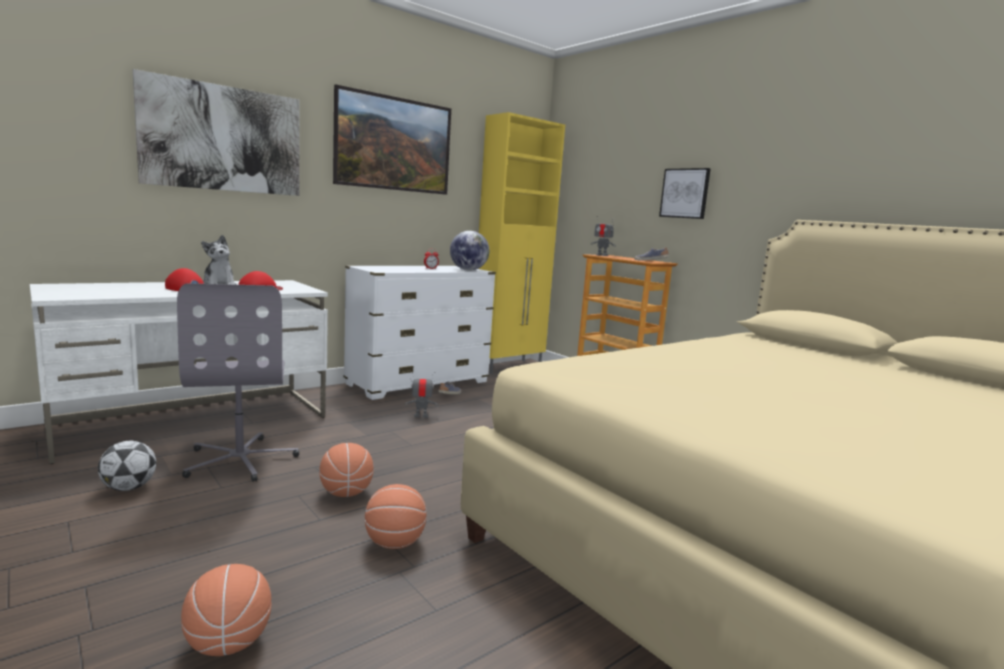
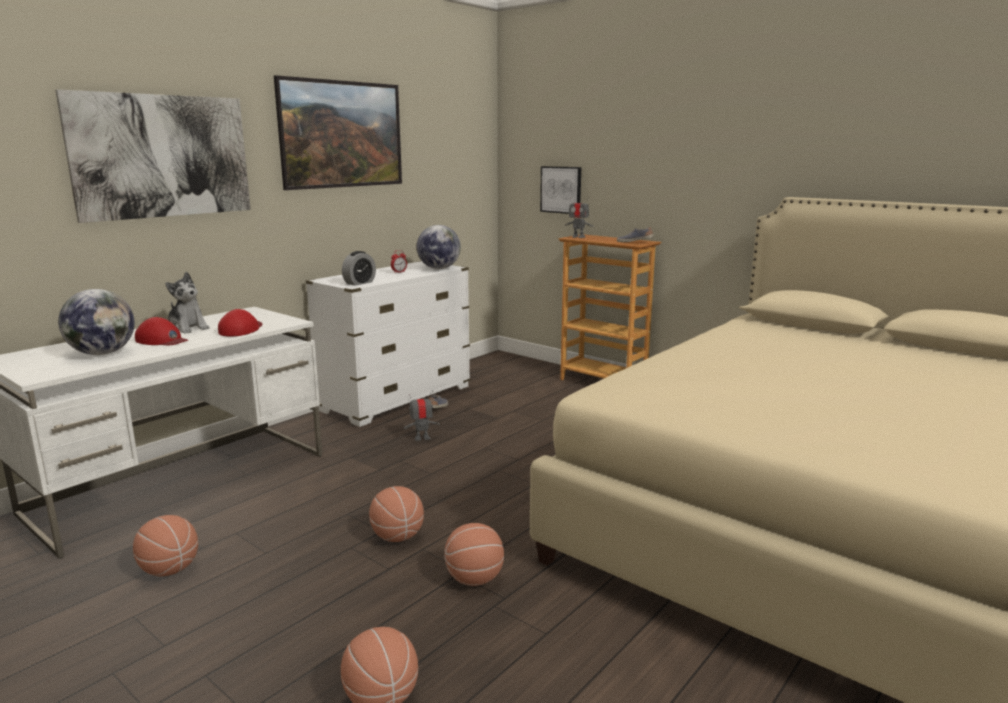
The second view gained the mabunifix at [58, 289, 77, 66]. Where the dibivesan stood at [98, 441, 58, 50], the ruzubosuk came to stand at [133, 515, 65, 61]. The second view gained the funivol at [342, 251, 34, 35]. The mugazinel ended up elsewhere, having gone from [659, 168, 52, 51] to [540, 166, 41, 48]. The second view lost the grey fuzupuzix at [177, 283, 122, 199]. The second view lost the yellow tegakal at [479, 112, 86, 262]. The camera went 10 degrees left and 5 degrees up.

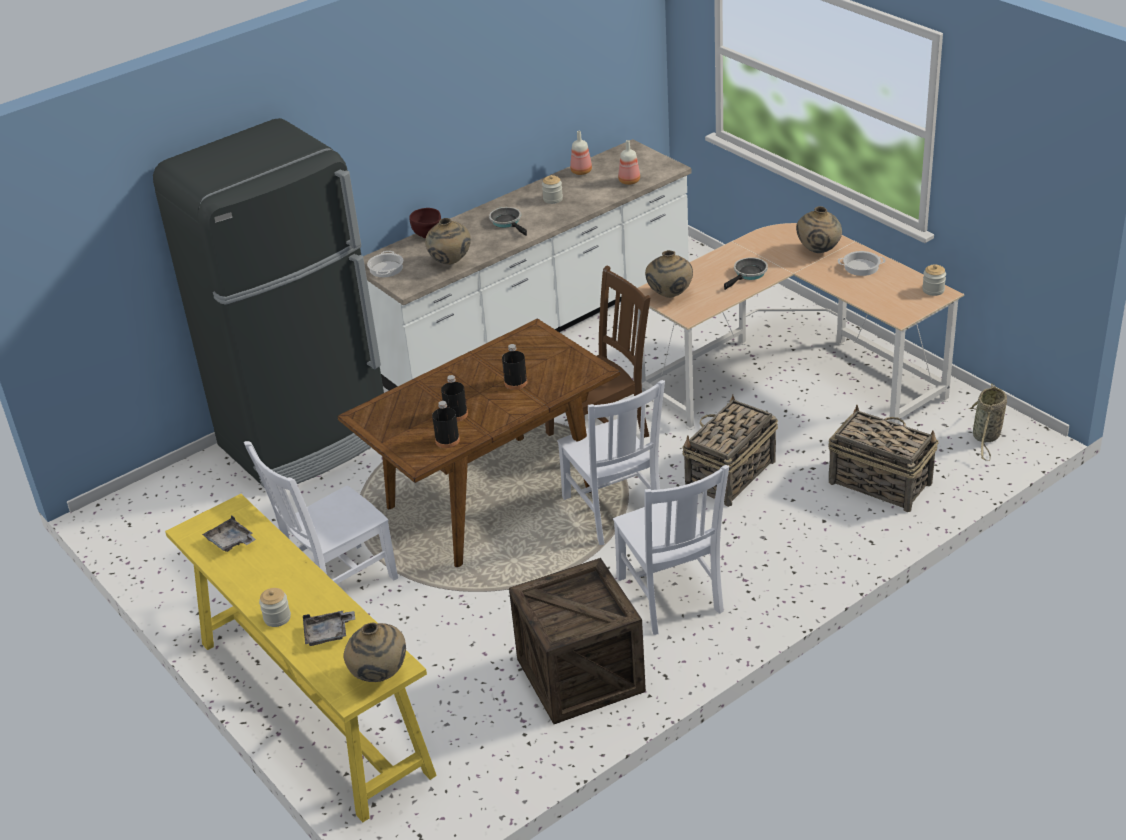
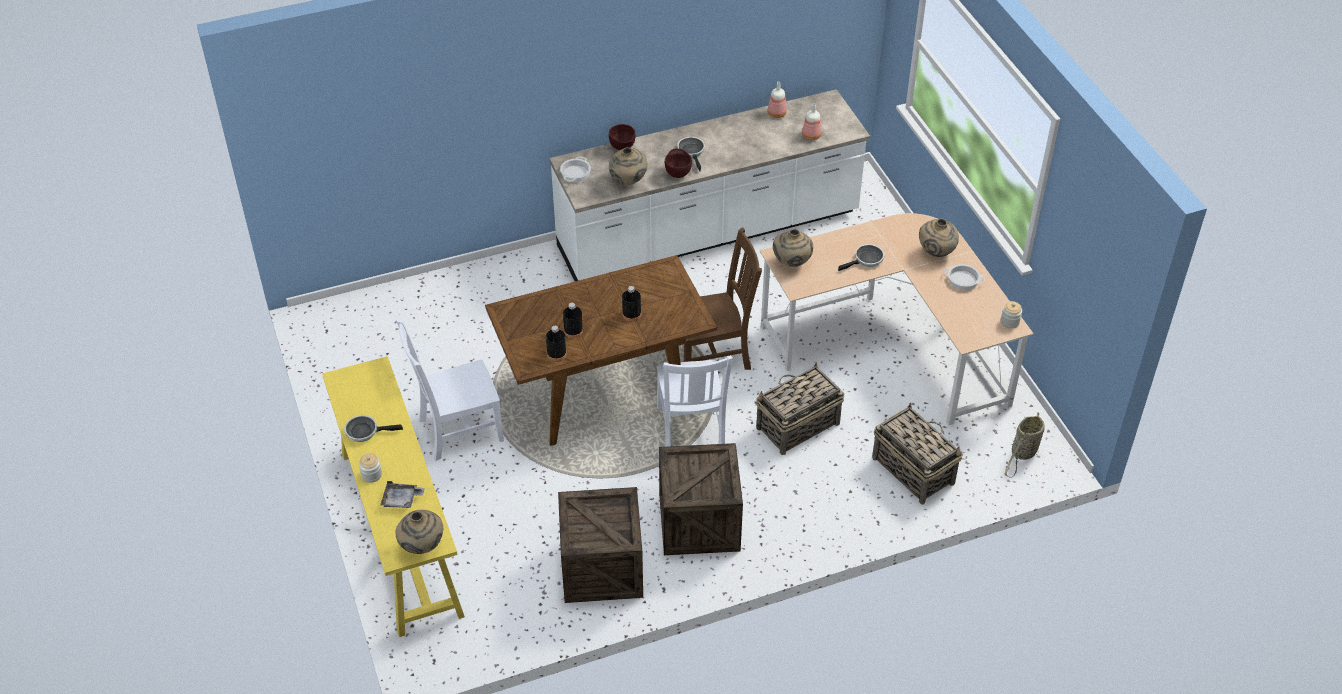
The second view gained the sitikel at [344, 415, 59, 27]. Where the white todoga stood at [613, 465, 116, 170], the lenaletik came to stand at [659, 443, 84, 112]. The second view gained the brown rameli at [665, 148, 27, 30]. The second view lost the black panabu at [153, 118, 231, 369]. The second view lost the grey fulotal at [202, 515, 54, 37]. The second view lost the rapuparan at [542, 175, 21, 29]. The camera went 15 degrees right and 10 degrees up.

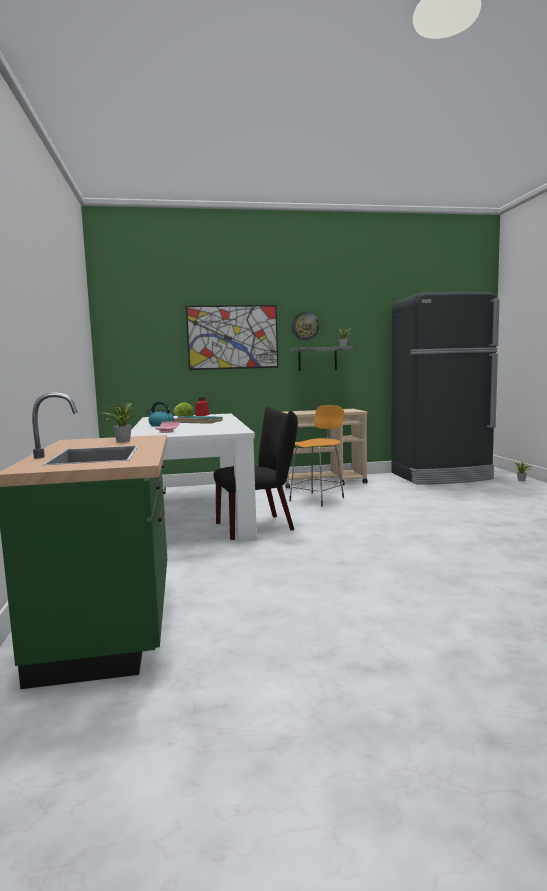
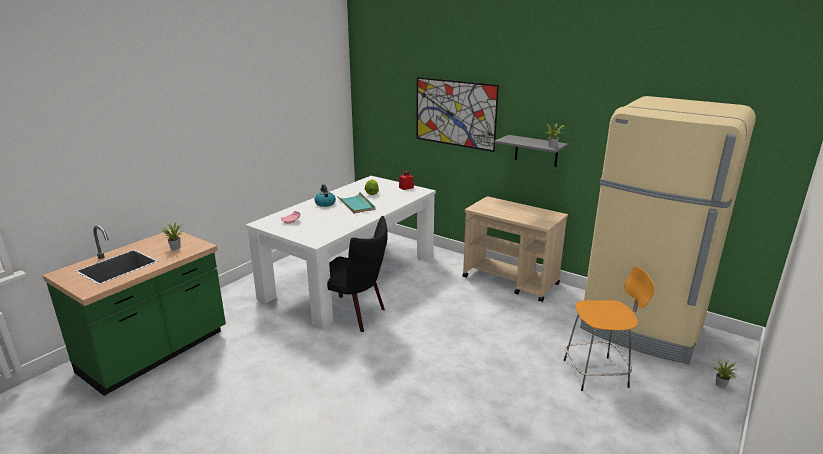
The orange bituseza ended up elsewhere, having gone from [289, 405, 55, 101] to [564, 267, 91, 124]. What was the black panabu at [391, 292, 109, 193] turned into the beige panabu at [580, 96, 176, 268]. The second view lost the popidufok at [292, 312, 27, 28]. The camera went 45 degrees right and 15 degrees up.

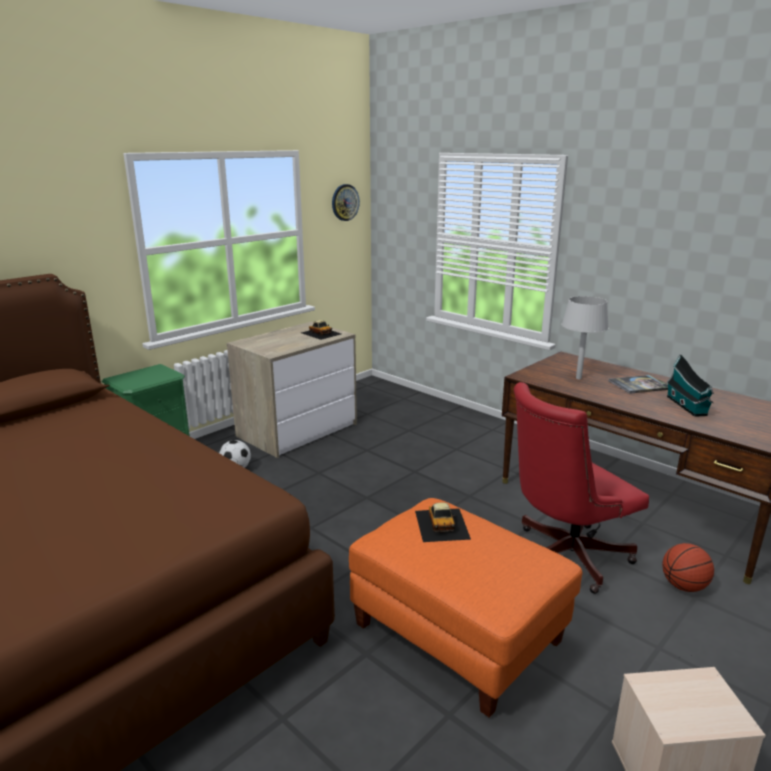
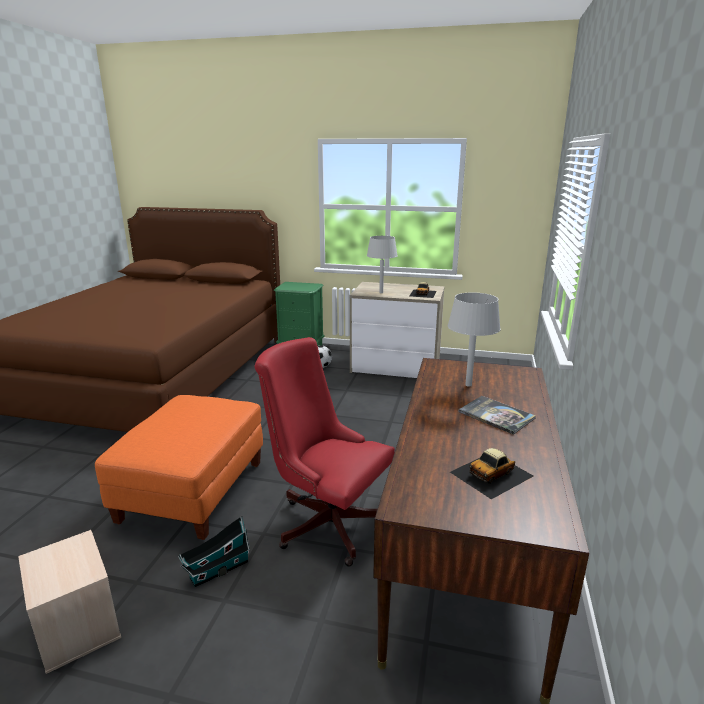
The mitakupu ended up elsewhere, having gone from [666, 354, 48, 63] to [178, 516, 72, 71]. The second view gained the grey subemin at [367, 236, 31, 57]. The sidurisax ended up elsewhere, having gone from [415, 503, 56, 39] to [450, 448, 84, 51]. The second view lost the popidufok at [332, 184, 28, 37]. The second view lost the ruzubosuk at [662, 543, 52, 49]. The camera went 60 degrees right and 0 degrees up.

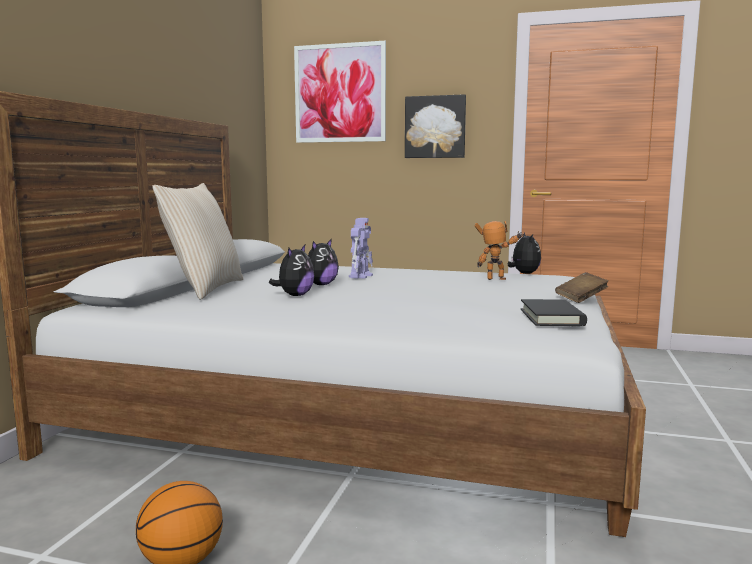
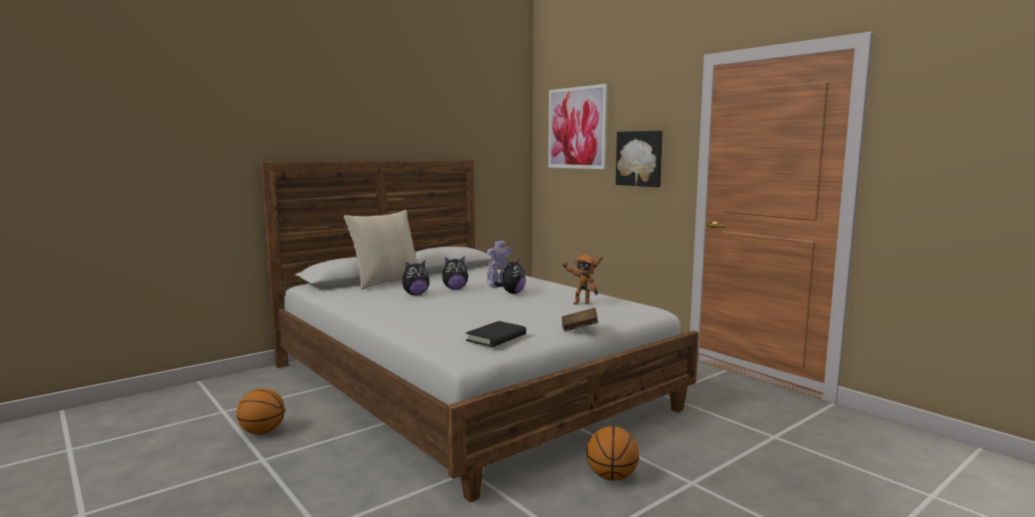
The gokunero ended up elsewhere, having gone from [508, 232, 33, 42] to [495, 259, 31, 35]. The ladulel at [474, 221, 49, 59] ended up facing another way, 150 degrees clockwise from before. The second view gained the ruzubosuk at [587, 426, 52, 55]. The camera went 35 degrees right and 0 degrees up.

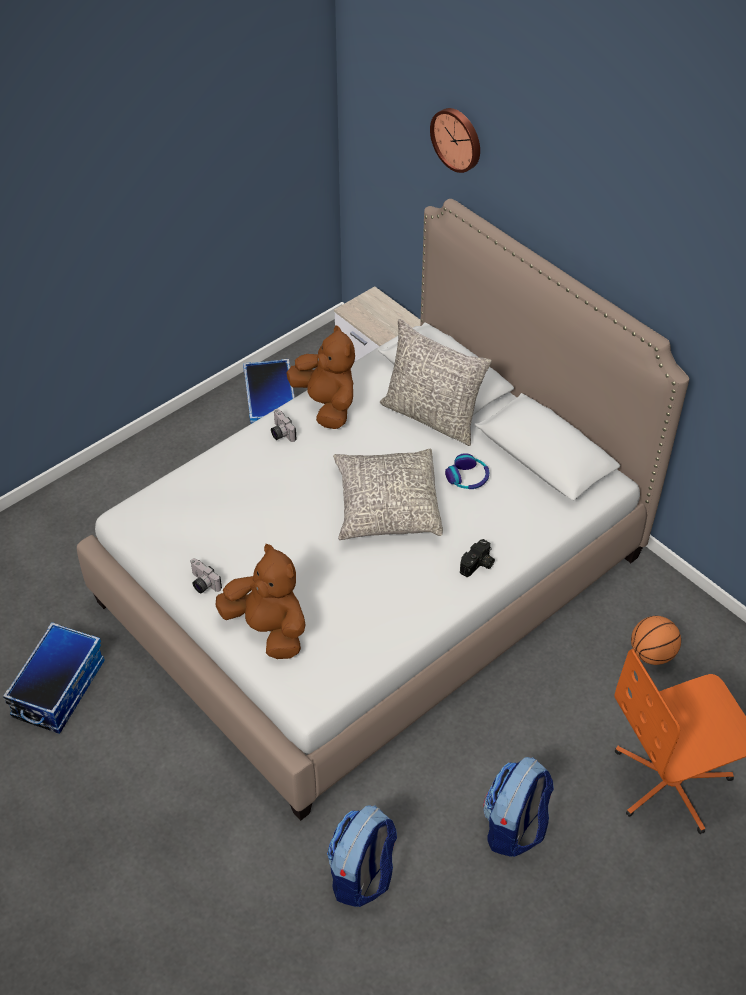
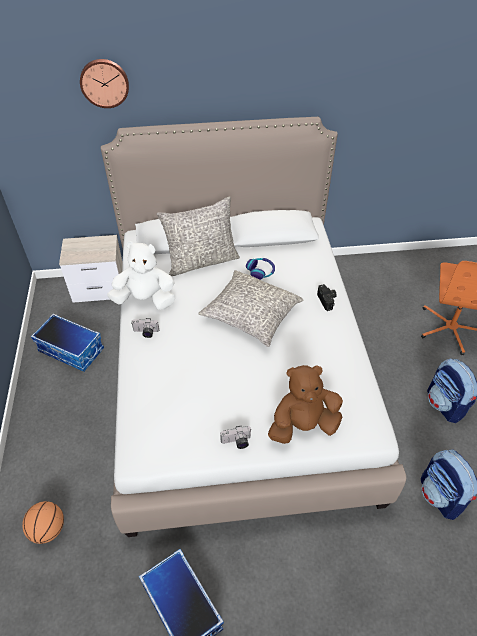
The ruzubosuk ended up elsewhere, having gone from [631, 616, 50, 49] to [22, 501, 42, 43]. What was the brown gokunero at [286, 325, 69, 104] turned into the white gokunero at [107, 241, 68, 69]. The camera went 55 degrees left and 0 degrees up.

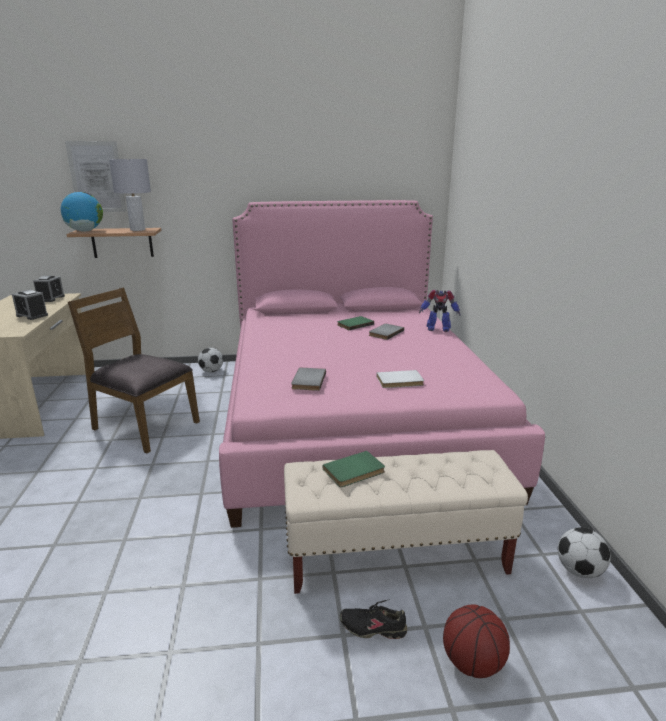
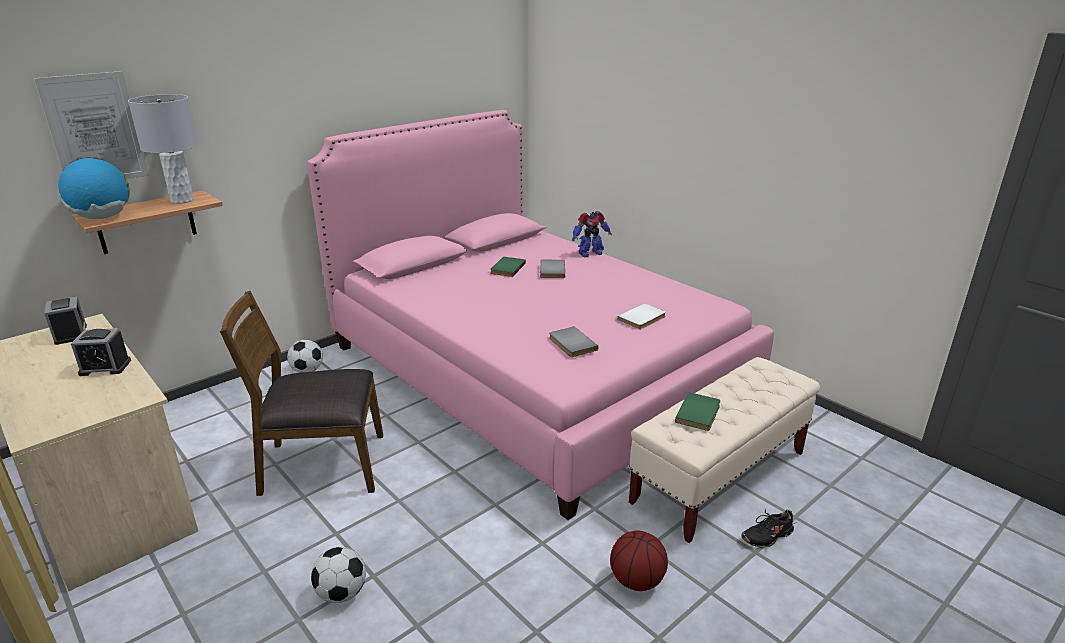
The dibivesan ended up elsewhere, having gone from [558, 527, 53, 51] to [311, 547, 55, 56]. The ruzubosuk ended up elsewhere, having gone from [443, 605, 67, 73] to [610, 531, 58, 60]. The camera went 35 degrees left and 5 degrees up.

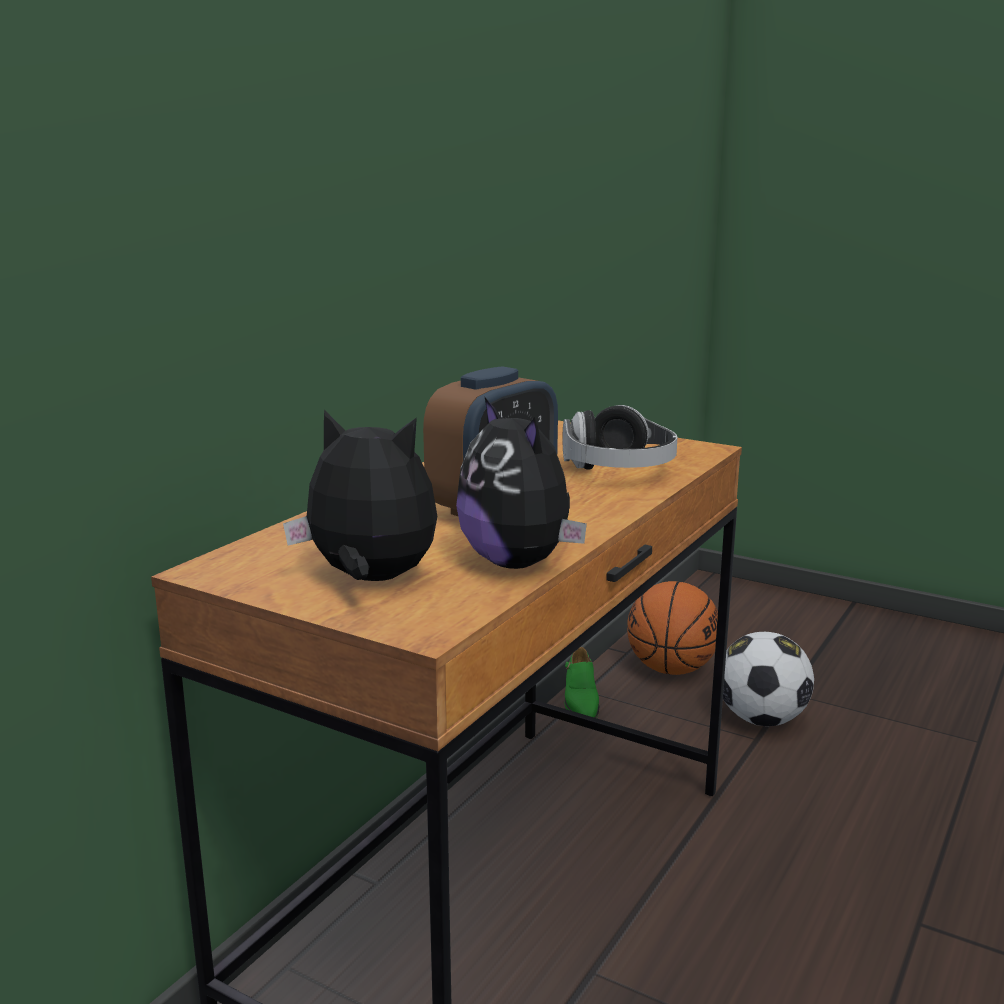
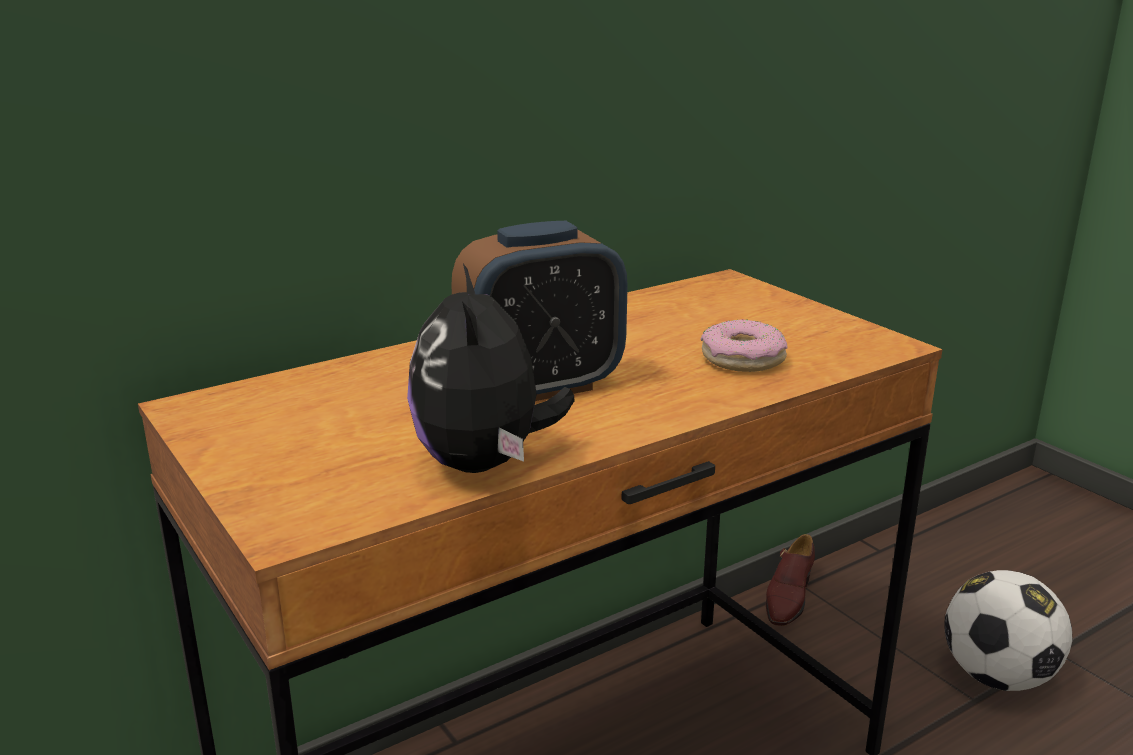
Where the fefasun stood at [563, 405, 114, 65], the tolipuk came to stand at [701, 319, 87, 53]. What was the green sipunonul at [565, 647, 34, 71] turned into the brown sipunonul at [766, 534, 49, 92]. The second view lost the gokunero at [283, 409, 154, 172]. The second view lost the ruzubosuk at [627, 581, 91, 94]. The camera went 25 degrees right and 5 degrees up.

